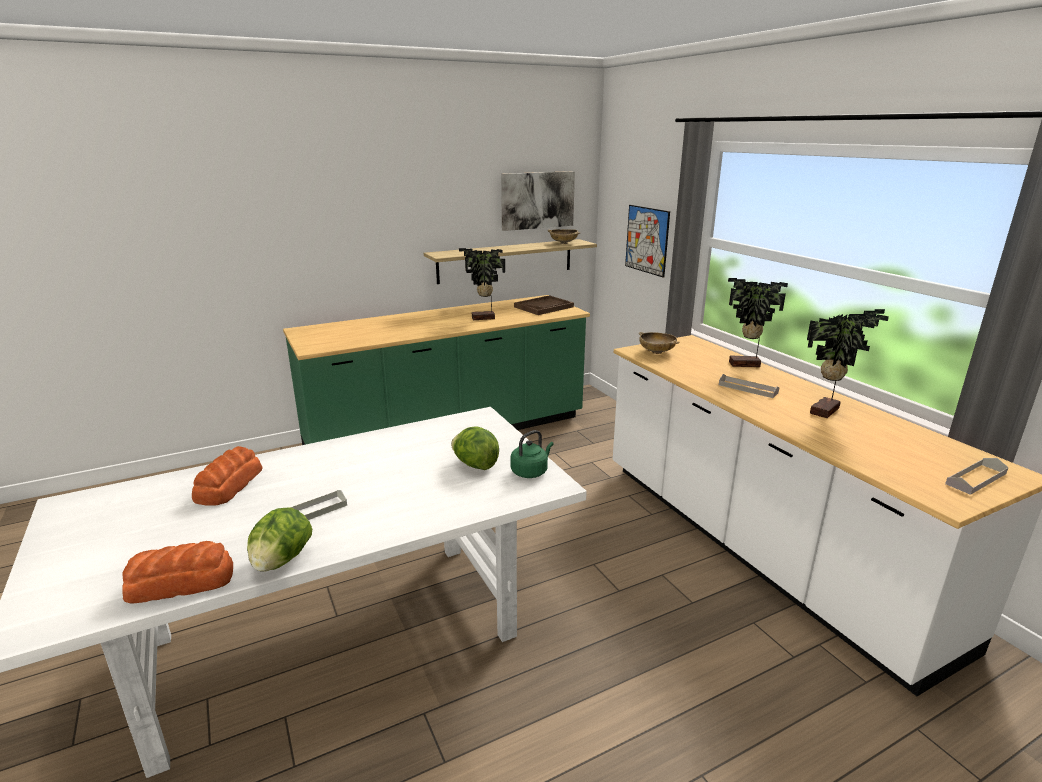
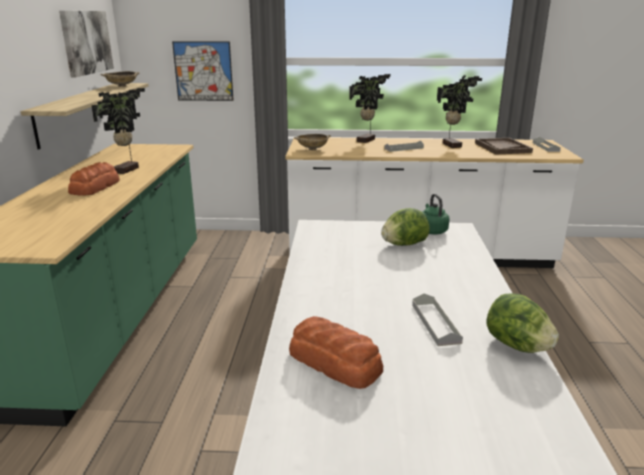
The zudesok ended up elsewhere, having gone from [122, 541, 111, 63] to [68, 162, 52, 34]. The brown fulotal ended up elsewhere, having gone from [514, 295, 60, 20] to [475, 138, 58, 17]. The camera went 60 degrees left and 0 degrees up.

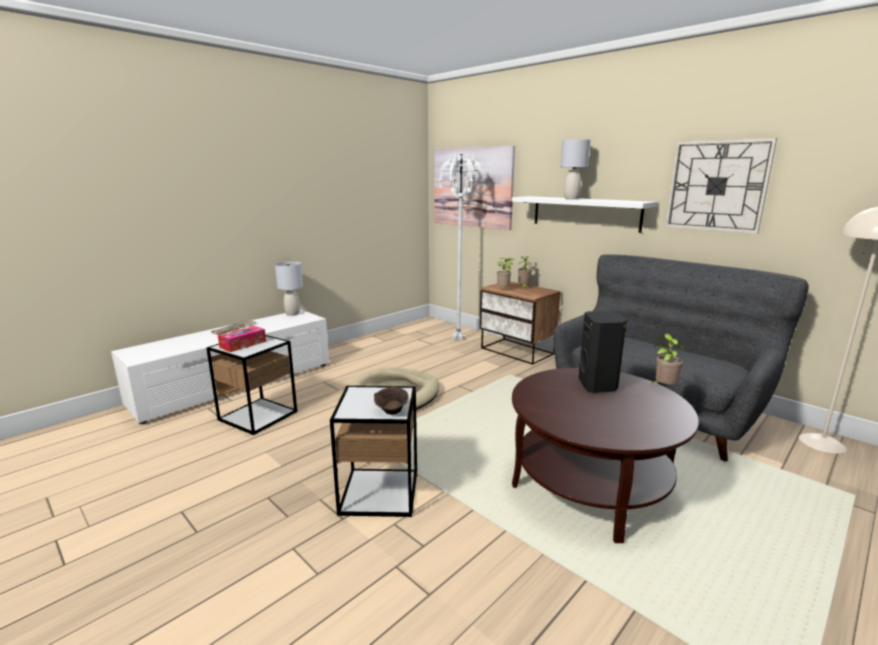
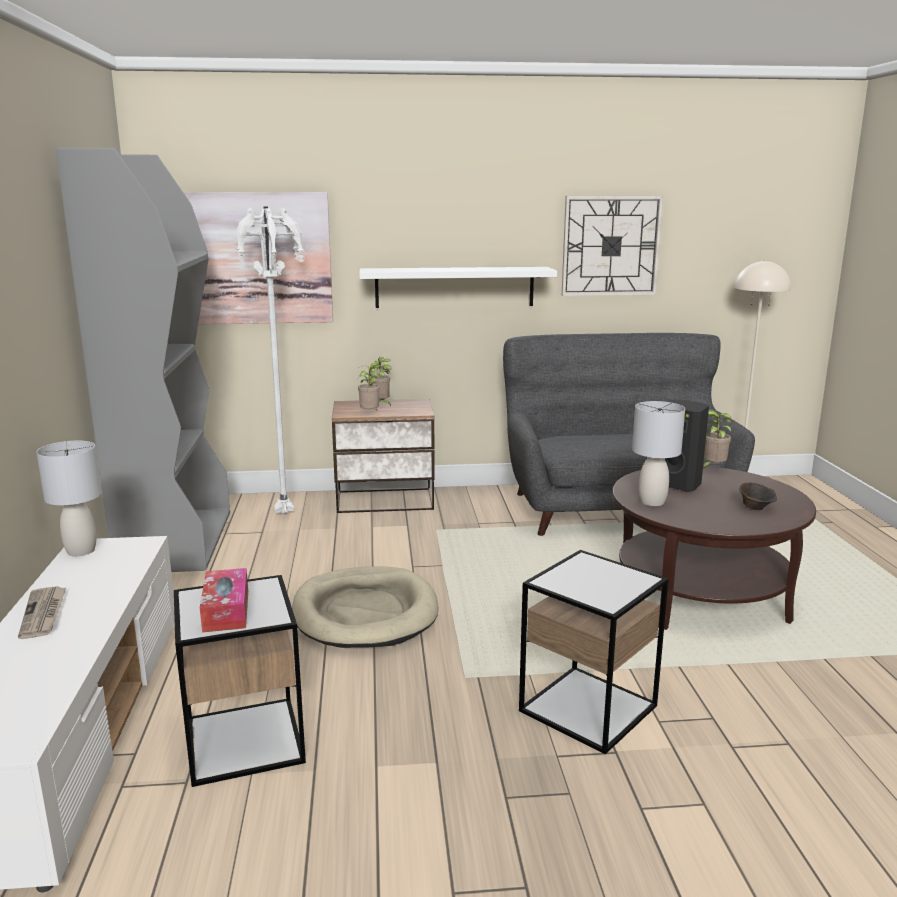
The second view gained the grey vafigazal at [56, 148, 174, 424]. The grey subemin ended up elsewhere, having gone from [560, 139, 31, 60] to [632, 401, 53, 105]. The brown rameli ended up elsewhere, having gone from [374, 387, 34, 28] to [739, 482, 38, 28]. The camera went 50 degrees left and 0 degrees up.

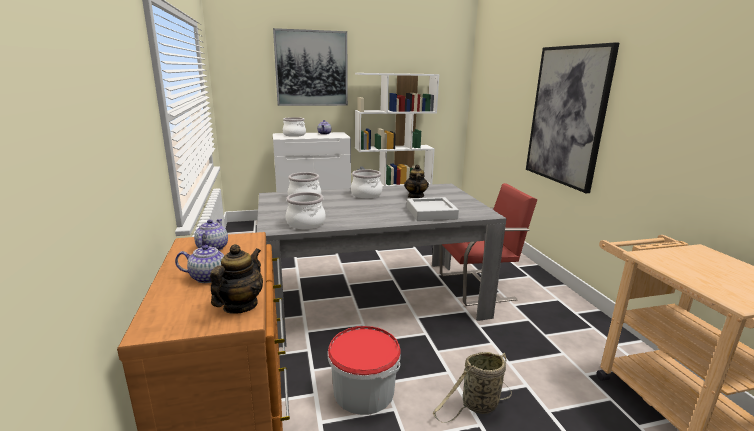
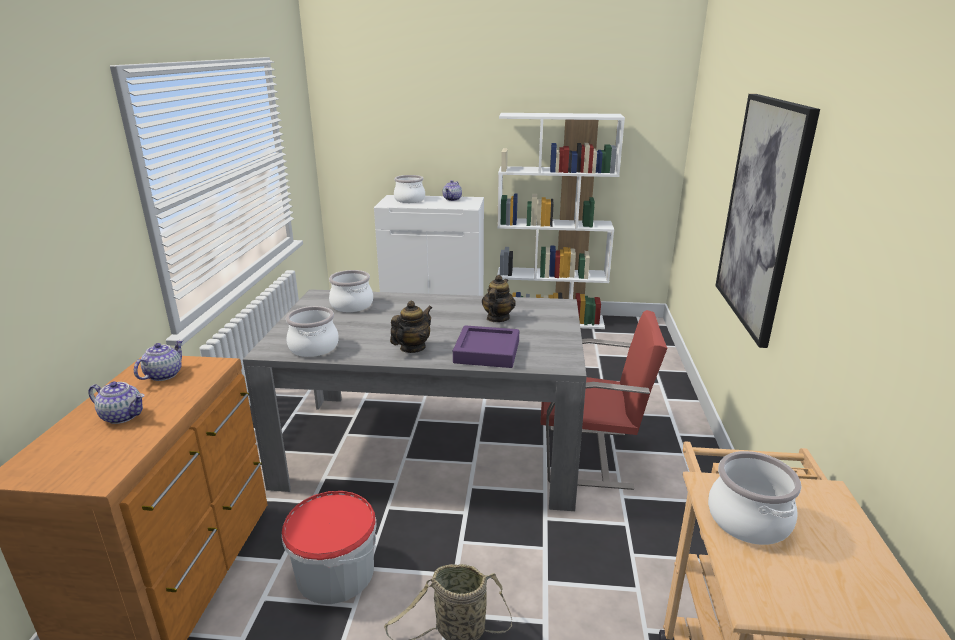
The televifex ended up elsewhere, having gone from [210, 244, 53, 70] to [390, 301, 42, 52]. What was the grey fulotal at [407, 197, 52, 24] turned into the purple fulotal at [453, 325, 66, 43]. The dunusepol ended up elsewhere, having gone from [351, 169, 31, 29] to [708, 451, 94, 94]. The second view lost the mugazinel at [273, 28, 75, 78]. The camera went 20 degrees right and 5 degrees up.

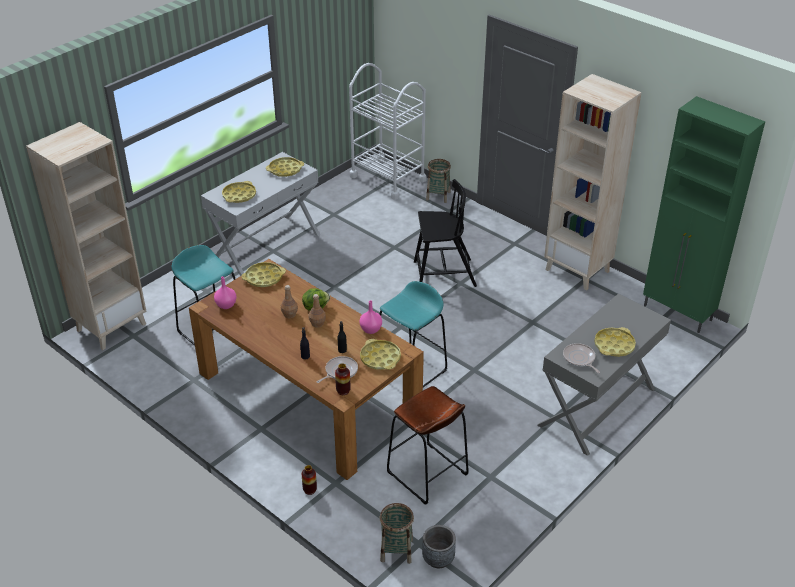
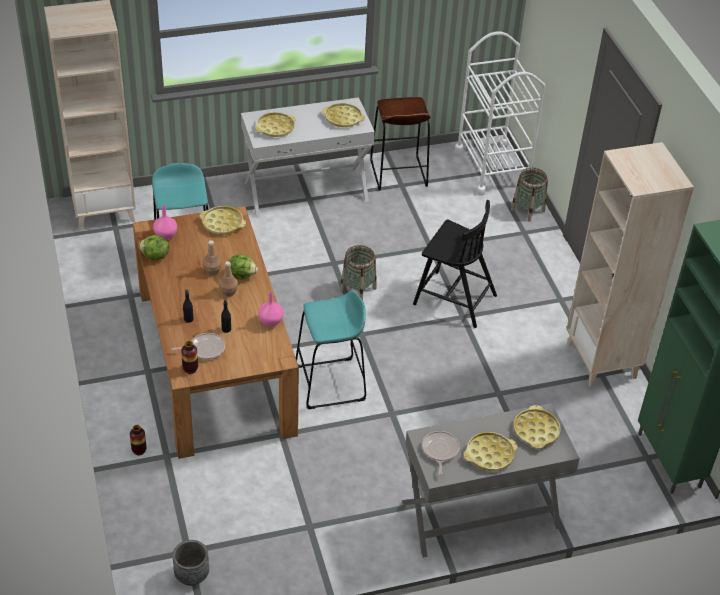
The second view gained the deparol at [139, 235, 30, 25]. The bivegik ended up elsewhere, having gone from [380, 503, 34, 61] to [340, 245, 37, 55]. The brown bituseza ended up elsewhere, having gone from [387, 386, 82, 119] to [370, 97, 61, 93]. The yellow fulotal ended up elsewhere, having gone from [360, 339, 41, 31] to [513, 405, 48, 44]. The camera went 30 degrees right and 5 degrees up.

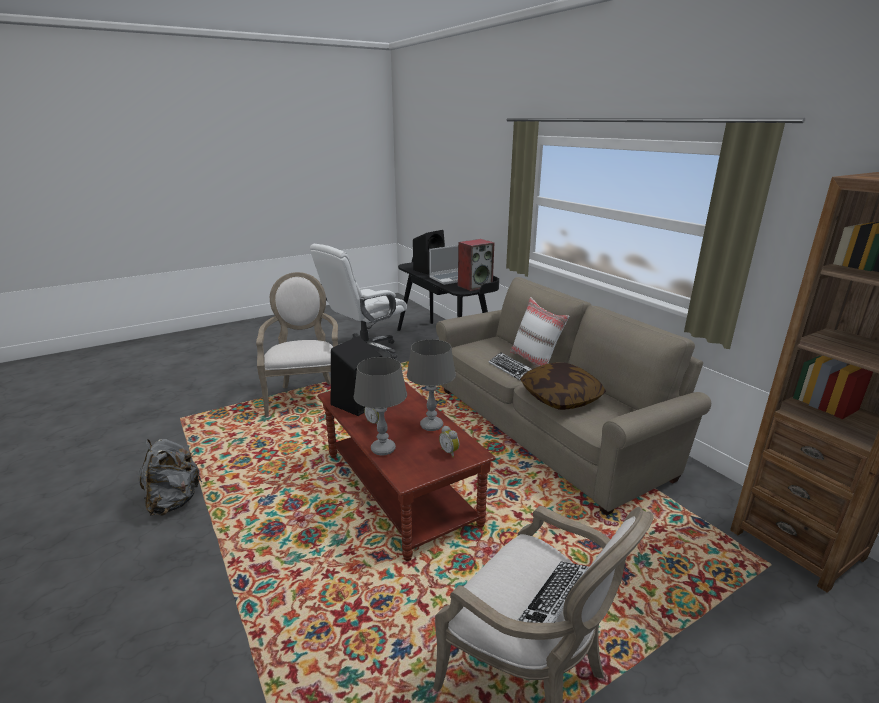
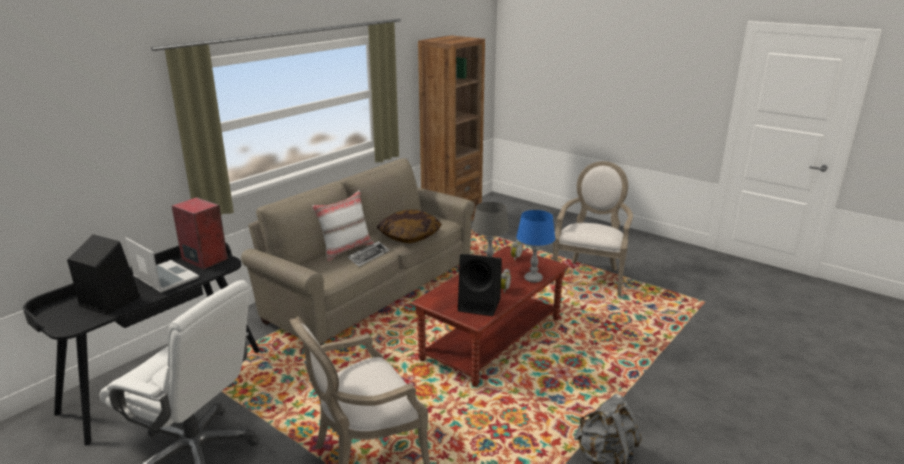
What was the grey subemin at [354, 357, 53, 98] turned into the blue subemin at [516, 210, 39, 73]. The second view lost the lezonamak at [517, 561, 72, 62]. The camera went 110 degrees left and 0 degrees up.

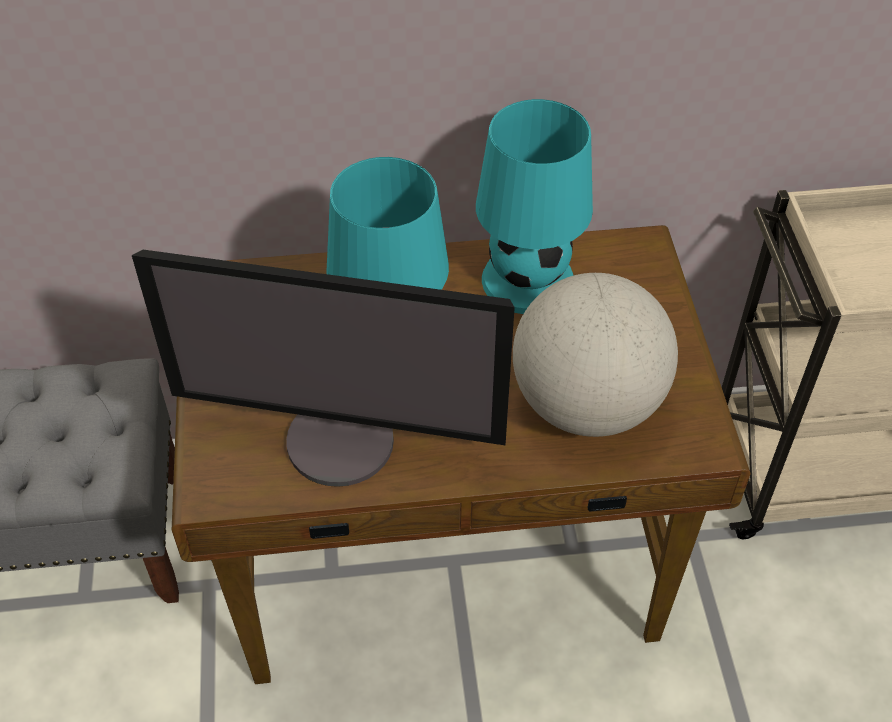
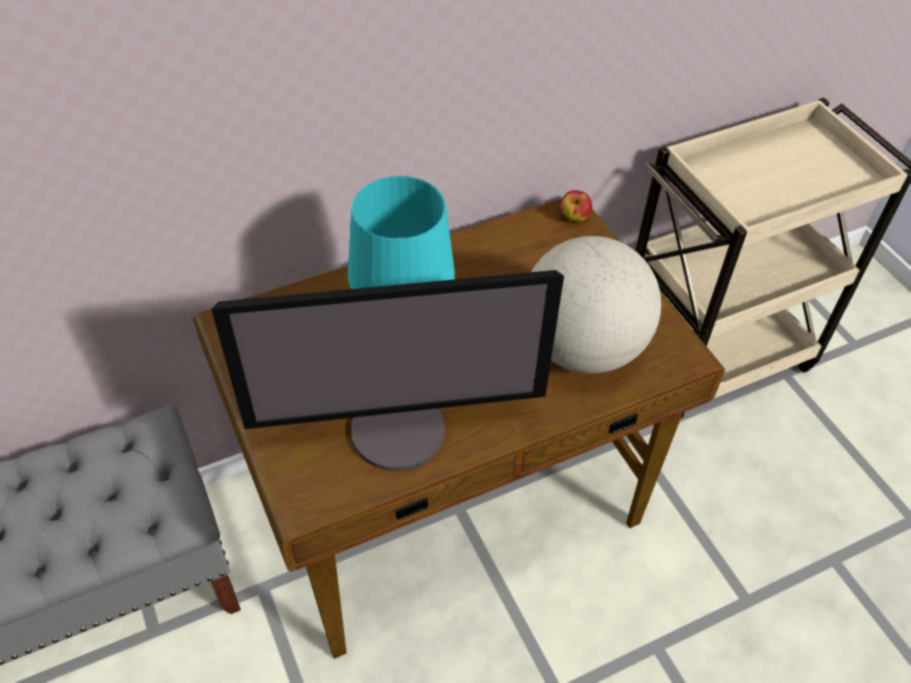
The second view gained the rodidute at [560, 190, 32, 32]. The second view lost the turquoise subemin at [476, 99, 117, 215]. The camera went 20 degrees left and 0 degrees up.

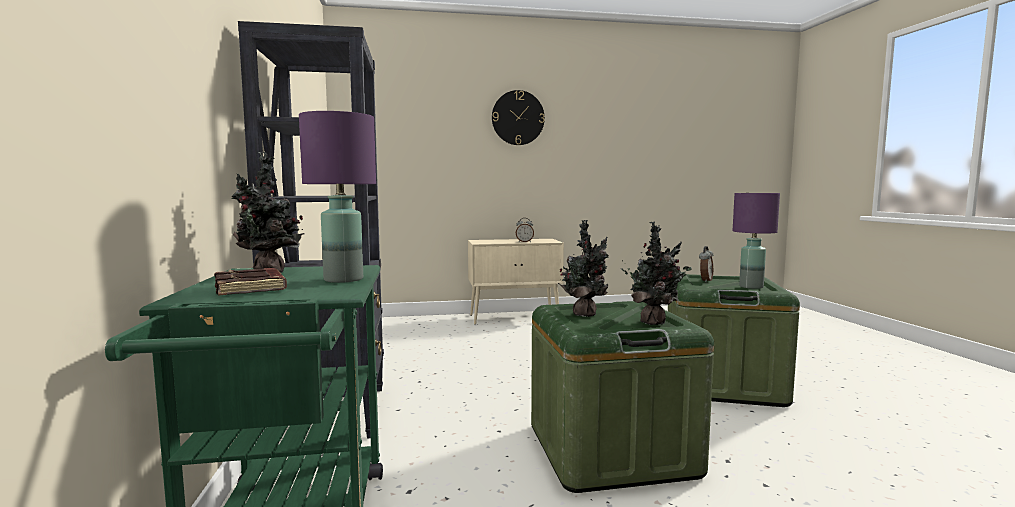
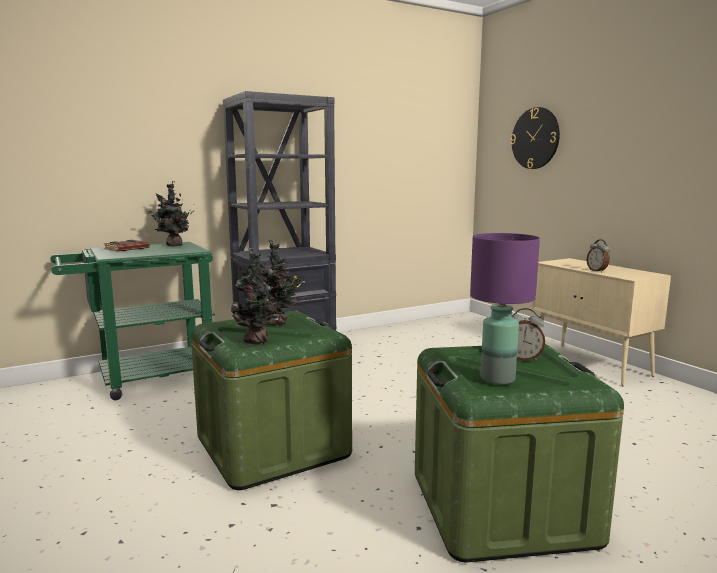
The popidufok ended up elsewhere, having gone from [492, 90, 53, 55] to [510, 107, 50, 62]. The second view lost the purple subemin at [299, 111, 77, 172]. The camera went 70 degrees right and 5 degrees up.

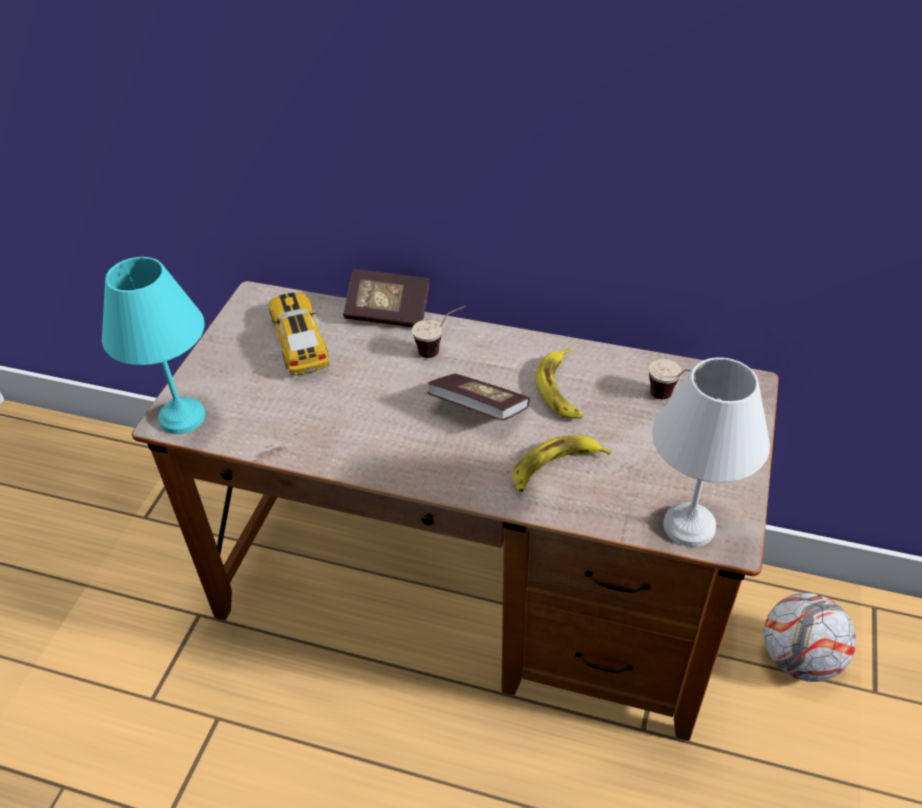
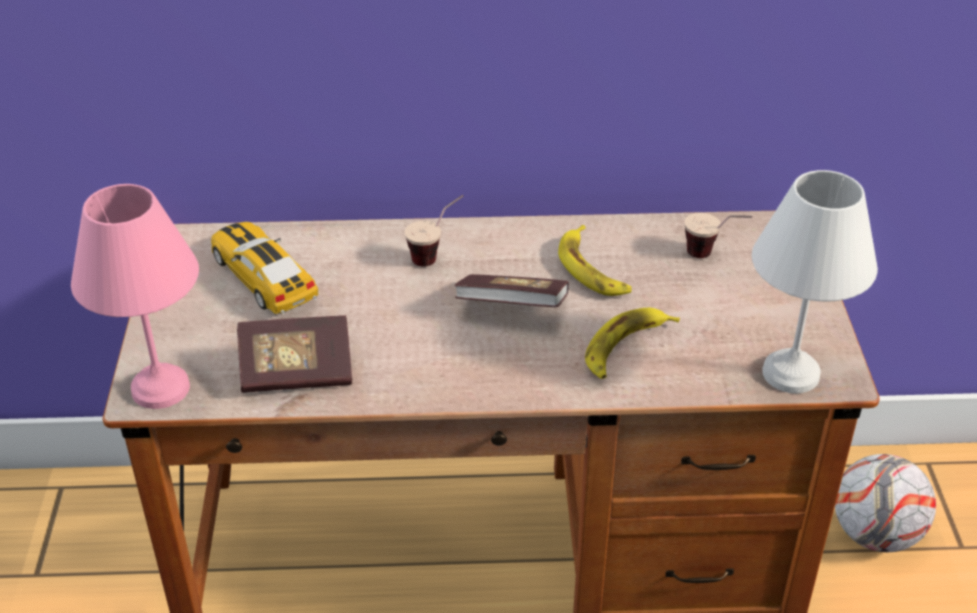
What was the turquoise subemin at [102, 257, 103, 177] turned into the pink subemin at [71, 184, 128, 225]. The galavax ended up elsewhere, having gone from [343, 269, 86, 59] to [237, 315, 115, 78]. The camera went 20 degrees left and 5 degrees down.

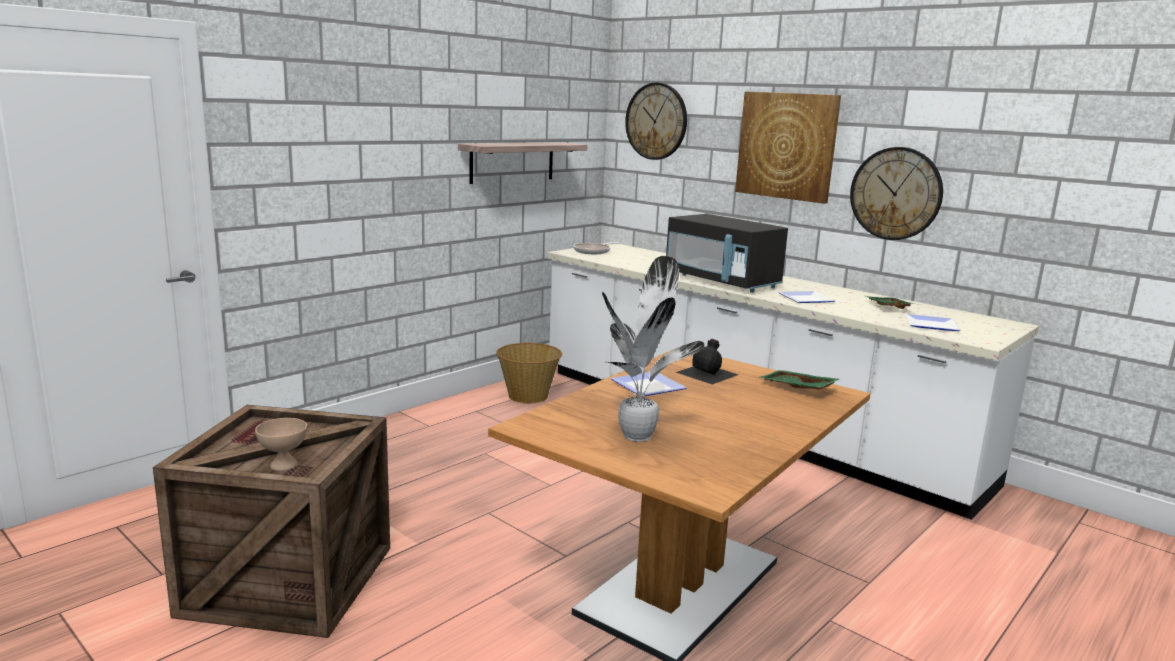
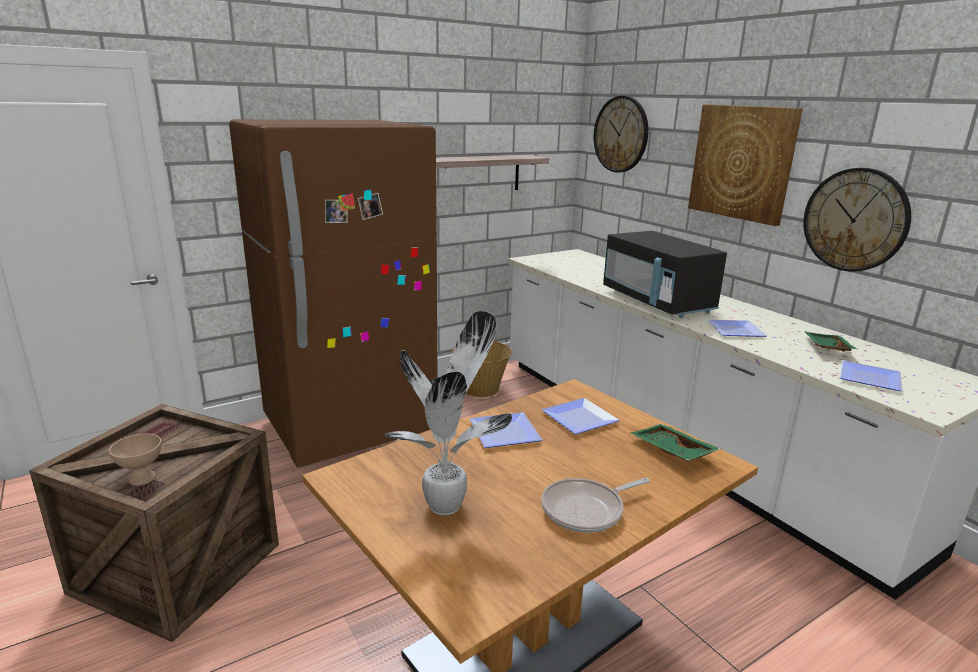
The second view gained the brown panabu at [229, 119, 208, 349]. Where the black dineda stood at [676, 339, 63, 46], the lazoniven came to stand at [541, 398, 79, 36]. The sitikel ended up elsewhere, having gone from [573, 242, 47, 12] to [541, 478, 109, 55]. The camera went 15 degrees right and 5 degrees up.

